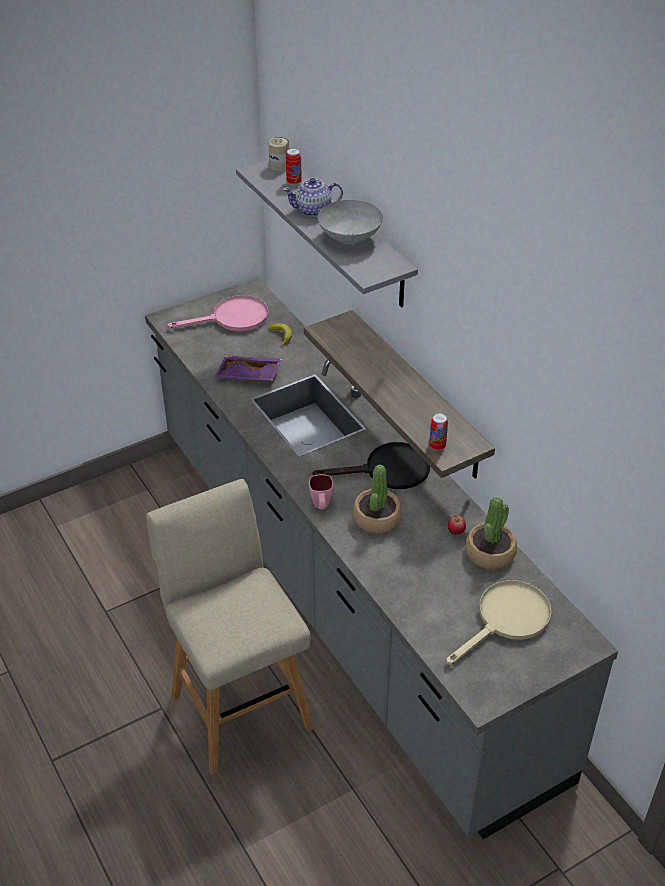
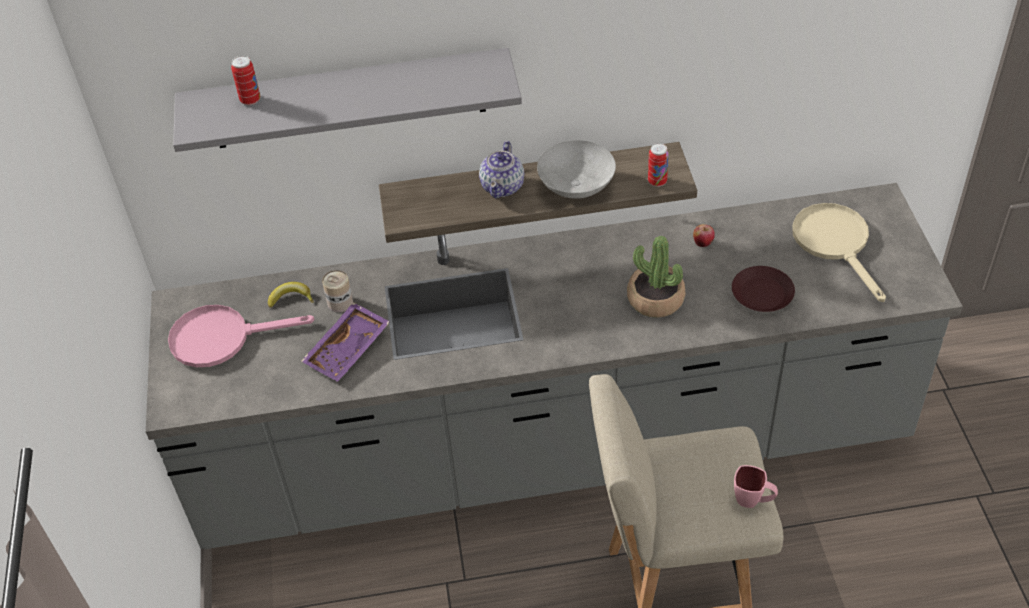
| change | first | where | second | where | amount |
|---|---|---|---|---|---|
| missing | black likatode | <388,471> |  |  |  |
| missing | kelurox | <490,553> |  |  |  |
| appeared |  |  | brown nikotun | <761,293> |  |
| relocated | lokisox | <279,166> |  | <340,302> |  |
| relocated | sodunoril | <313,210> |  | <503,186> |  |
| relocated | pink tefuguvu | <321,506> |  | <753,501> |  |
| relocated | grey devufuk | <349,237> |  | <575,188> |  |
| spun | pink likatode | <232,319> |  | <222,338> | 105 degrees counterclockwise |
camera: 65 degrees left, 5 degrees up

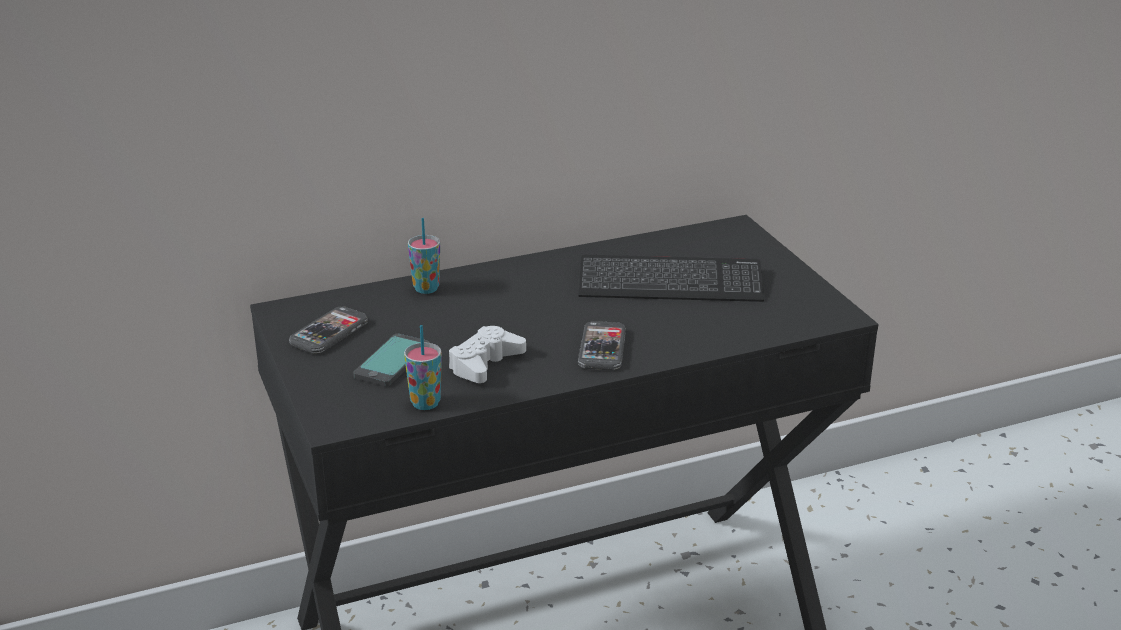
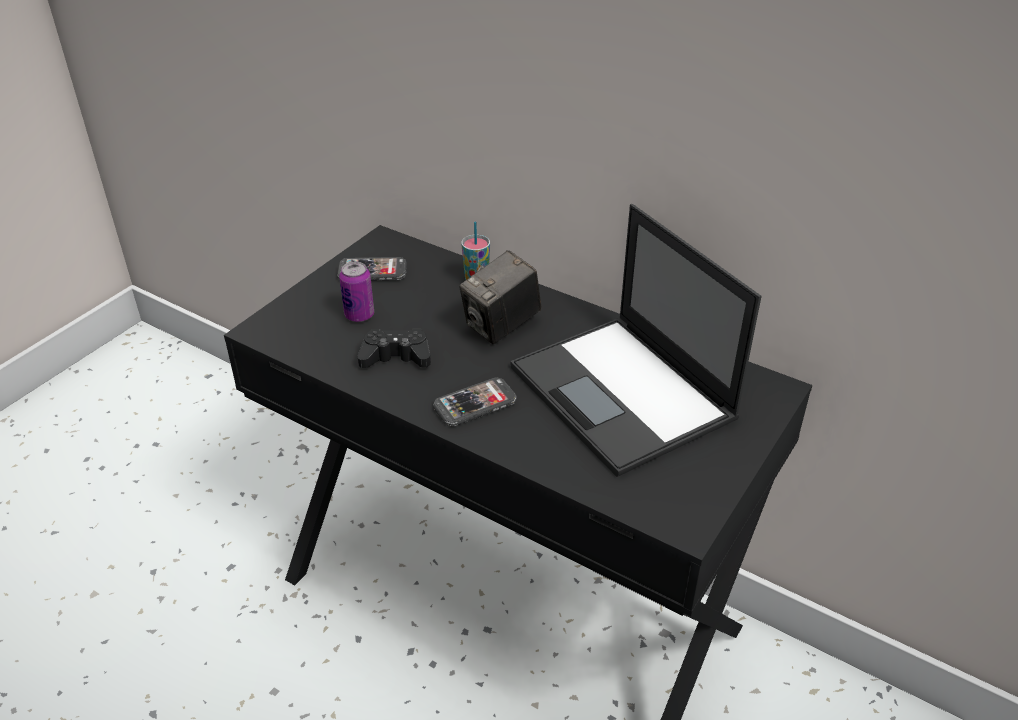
| change | first | where | second | where | amount |
|---|---|---|---|---|---|
| missing | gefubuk | <425,403> |  |  |  |
| appeared |  |  | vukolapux | <501,326> |  |
| exchanged | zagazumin | <392,361> | lokisox | <359,315> |  |
| exchanged | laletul | <670,283> | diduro | <623,394> |  |
| colour | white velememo | <485,363> | black velememo | <396,357> |  |
camera: 55 degrees right, 10 degrees up

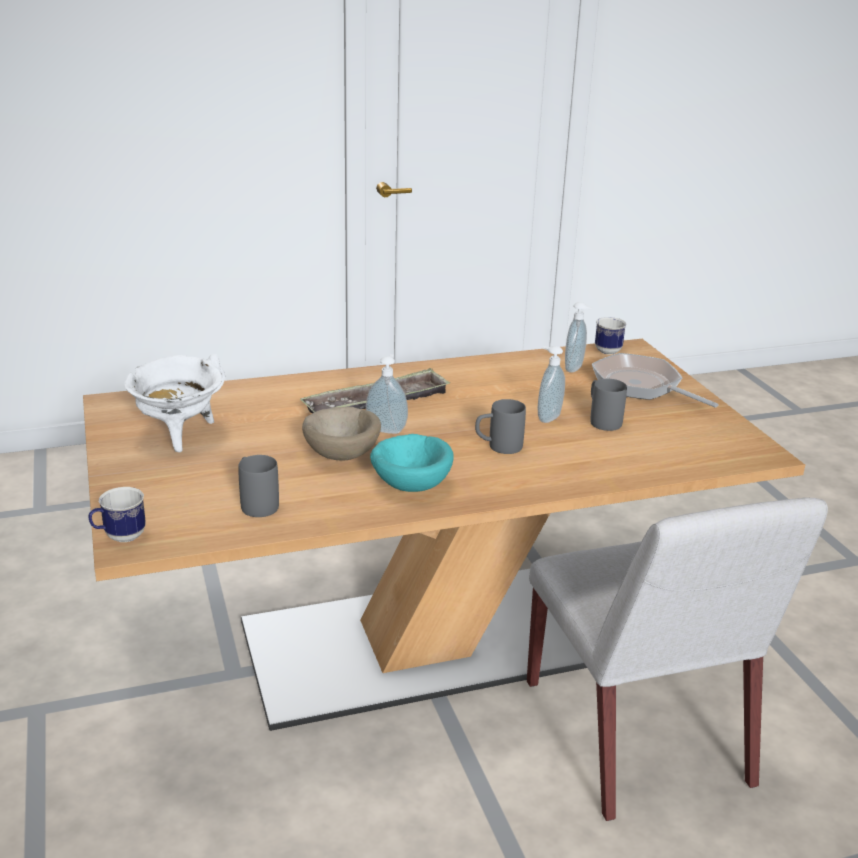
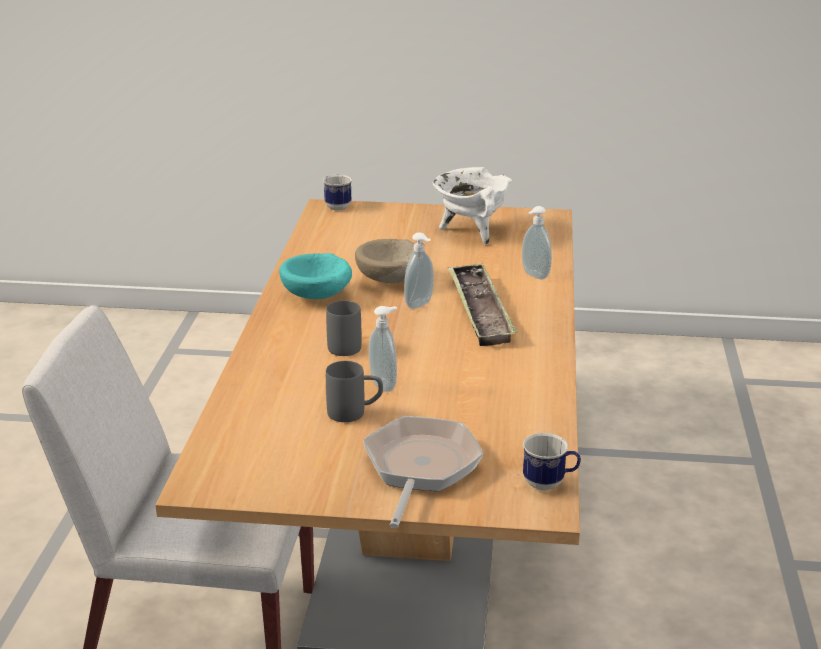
| change | first | where | second | where | amount |
|---|---|---|---|---|---|
| missing | grey tefuguvu | <256,503> |  |  |  |
| relocated | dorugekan | <575,369> |  | <534,275> |  |
| spun | likatode | <641,386> |  | <419,469> | 60 degrees counterclockwise |
camera: 115 degrees right, 0 degrees up

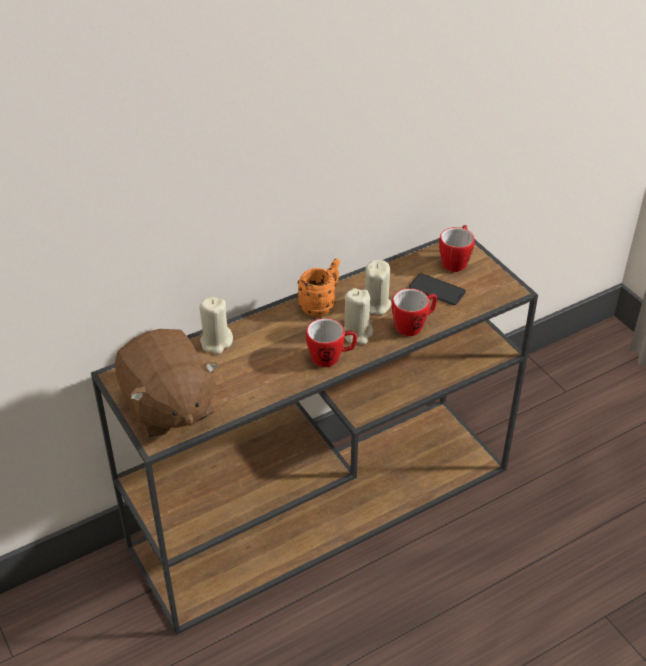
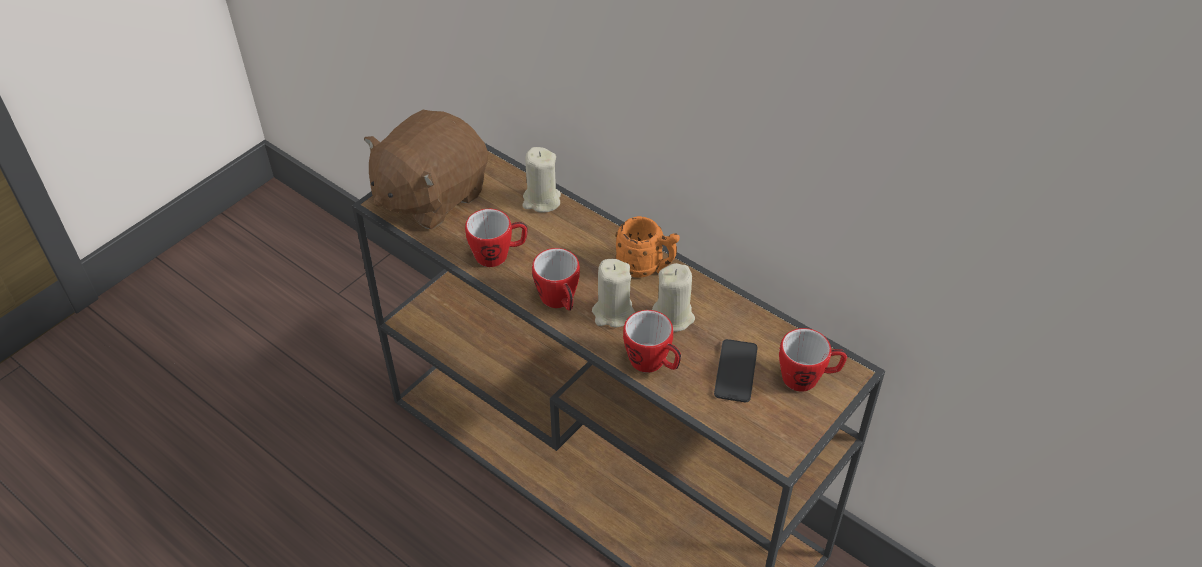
| change | first | where | second | where | amount |
|---|---|---|---|---|---|
| appeared |  |  | tefuguvu | <498,255> |  |
camera: 70 degrees right, 5 degrees up

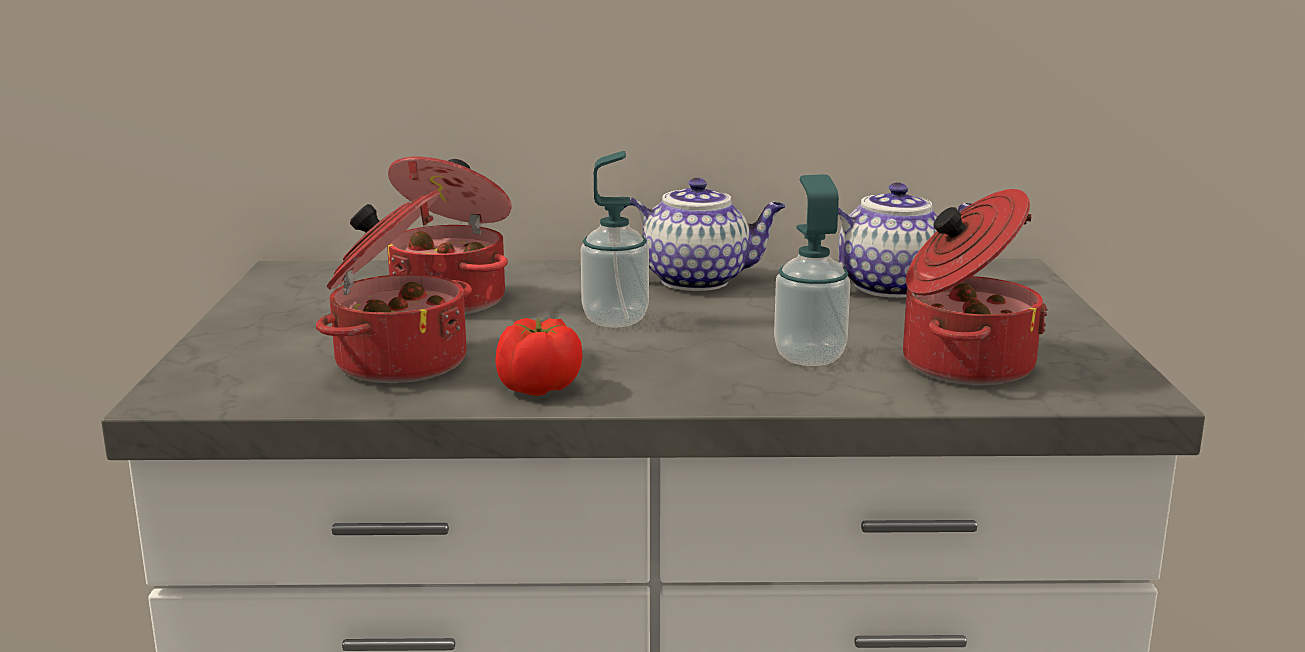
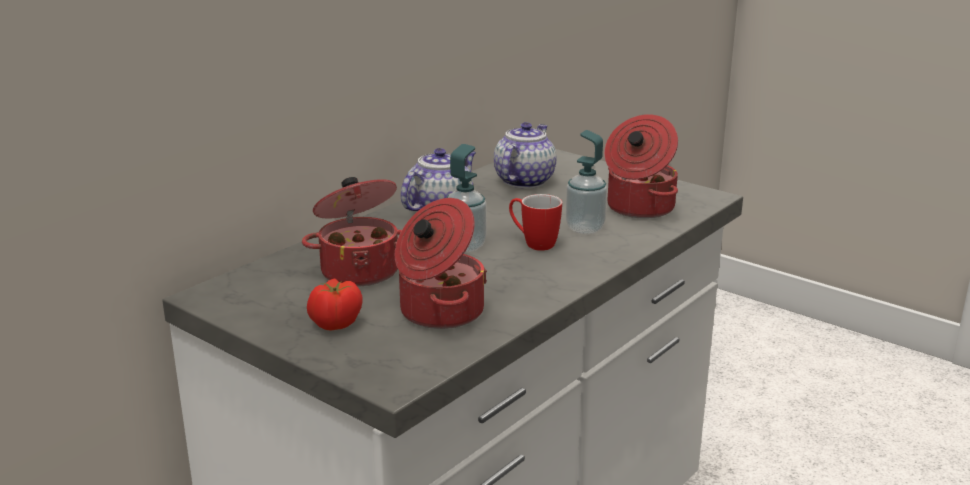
| change | first | where | second | where | amount |
|---|---|---|---|---|---|
| appeared |  |  | tefuguvu | <533,243> |  |
| relocated | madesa | <539,389> |  | <335,324> |  |
camera: 50 degrees left, 5 degrees up

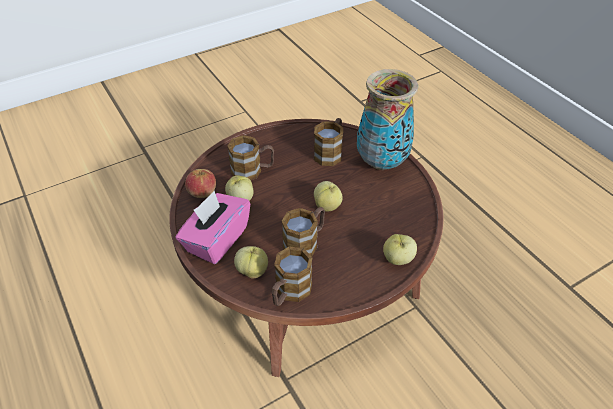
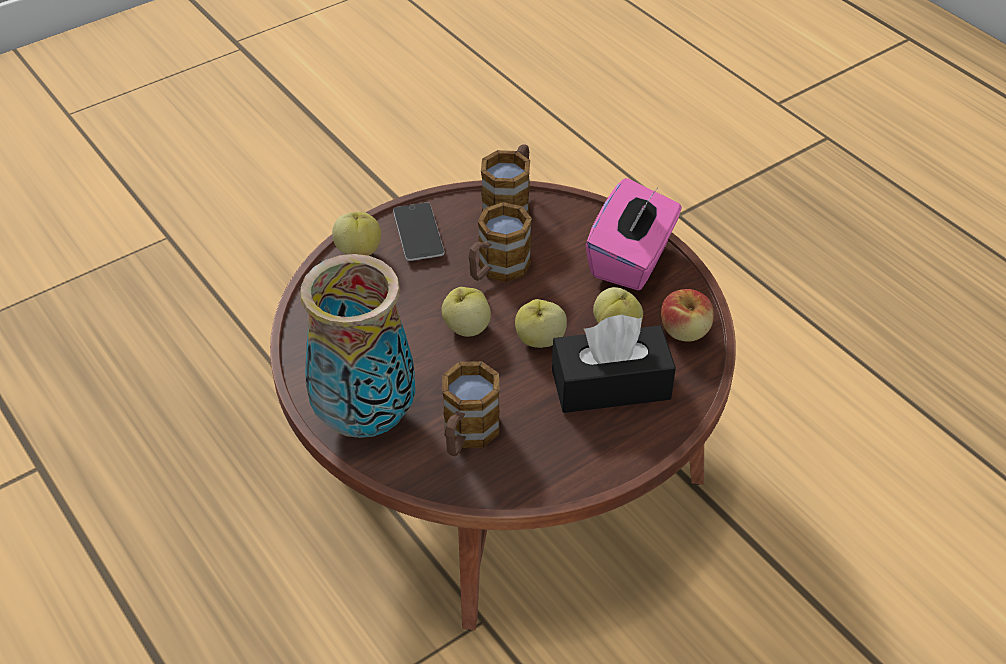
| change | first | where | second | where | amount |
|---|---|---|---|---|---|
| appeared |  |  | zagazumin | <418,232> |  |
| relocated | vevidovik | <252,271> |  | <539,340> |  |
| exchanged | tefuguvu | <252,171> | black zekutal | <610,385> |  |
camera: 175 degrees right, 0 degrees up

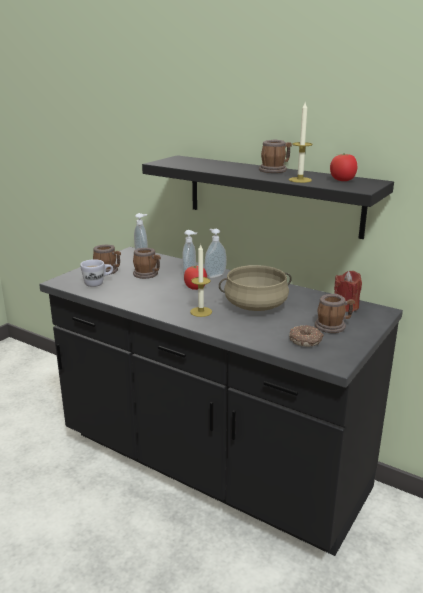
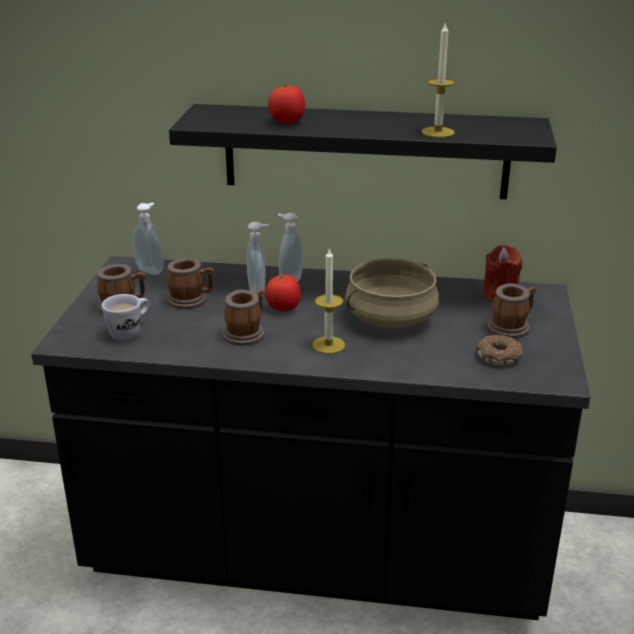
| change | first | where | second | where | amount |
|---|---|---|---|---|---|
| relocated | tefuguvu | <275,170> |  | <246,333> |  |
| relocated | madesa | <342,180> |  | <287,122> |  |
camera: 25 degrees left, 5 degrees up

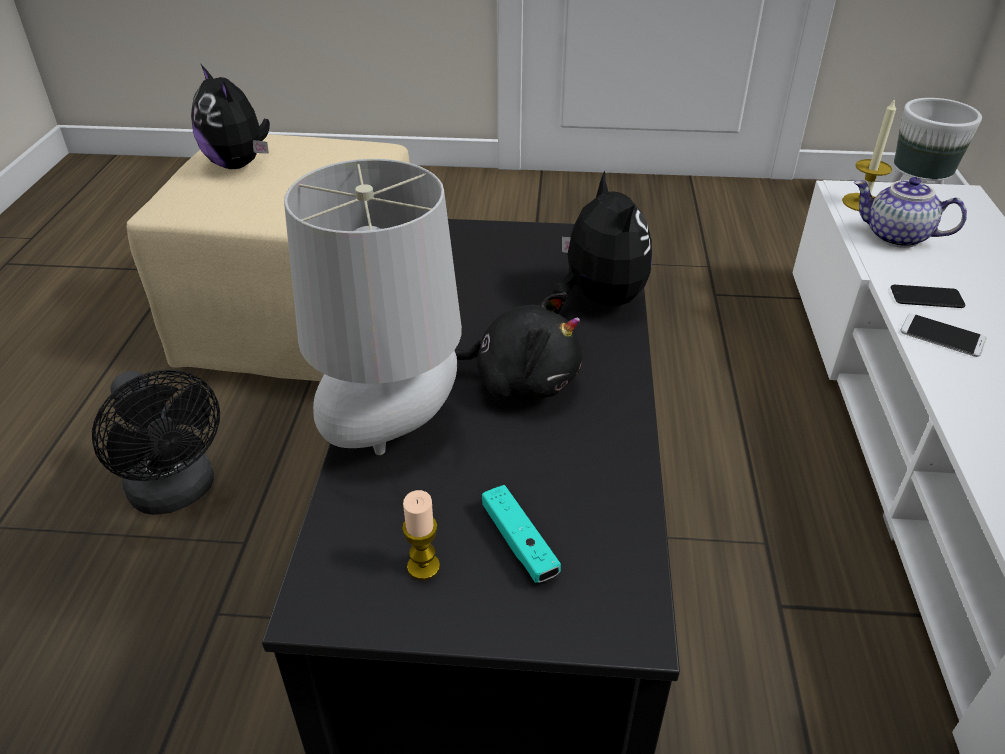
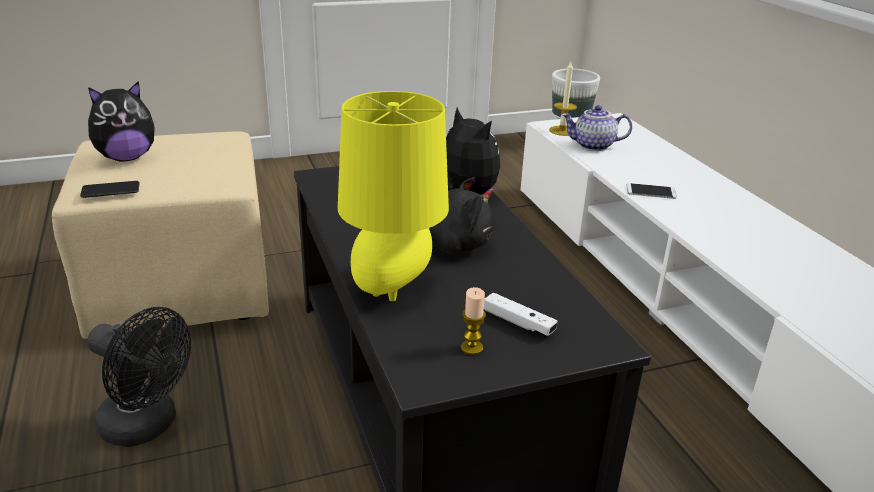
| change | first | where | second | where | amount |
|---|---|---|---|---|---|
| relocated | zagazumin | <926,297> |  | <110,190> |  |
| colour | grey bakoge | <392,435> | yellow bakoge | <393,289> |  |
| colour | turquoise velememo | <519,542> | white velememo | <518,322> |  |
| spun | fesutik | <239,164> |  | <127,158> | 60 degrees counterclockwise |
camera: 25 degrees left, 10 degrees down

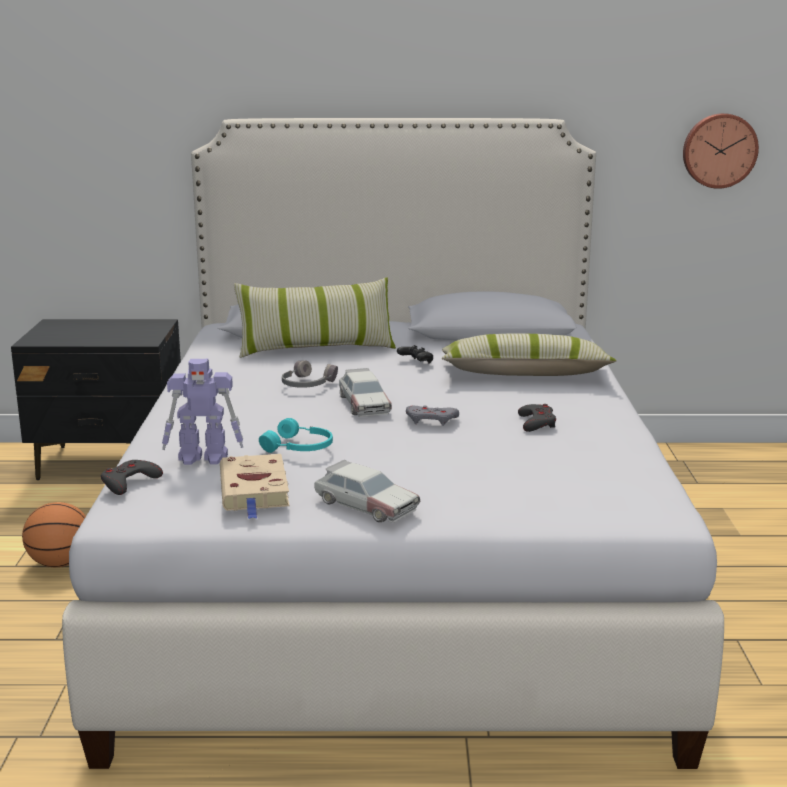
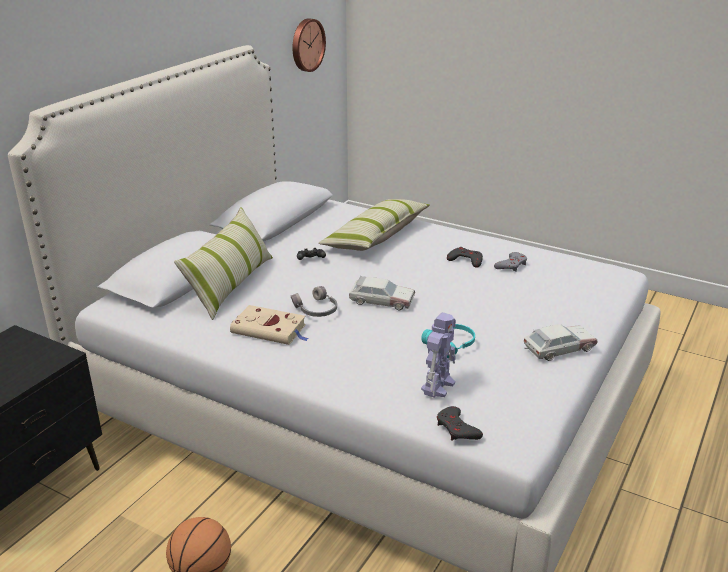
| change | first | where | second | where | amount |
|---|---|---|---|---|---|
| relocated | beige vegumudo | <255,490> |  | <271,330> |  |
| relocated | grey velememo | <431,420> |  | <511,265> |  |
camera: 60 degrees left, 10 degrees up

